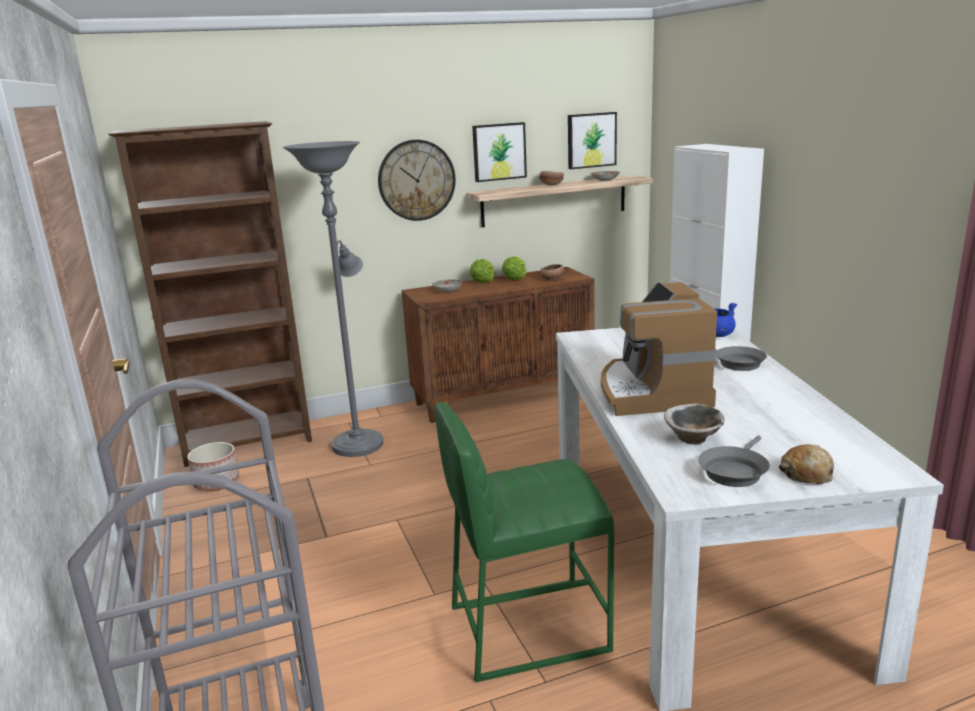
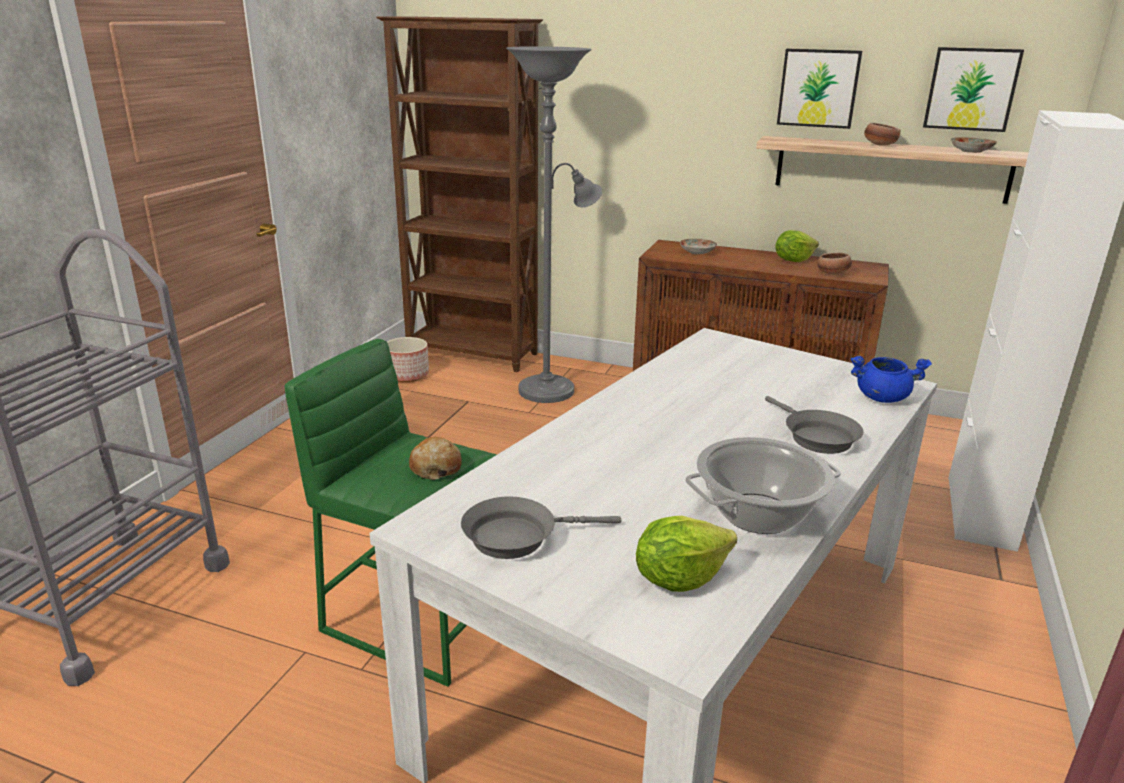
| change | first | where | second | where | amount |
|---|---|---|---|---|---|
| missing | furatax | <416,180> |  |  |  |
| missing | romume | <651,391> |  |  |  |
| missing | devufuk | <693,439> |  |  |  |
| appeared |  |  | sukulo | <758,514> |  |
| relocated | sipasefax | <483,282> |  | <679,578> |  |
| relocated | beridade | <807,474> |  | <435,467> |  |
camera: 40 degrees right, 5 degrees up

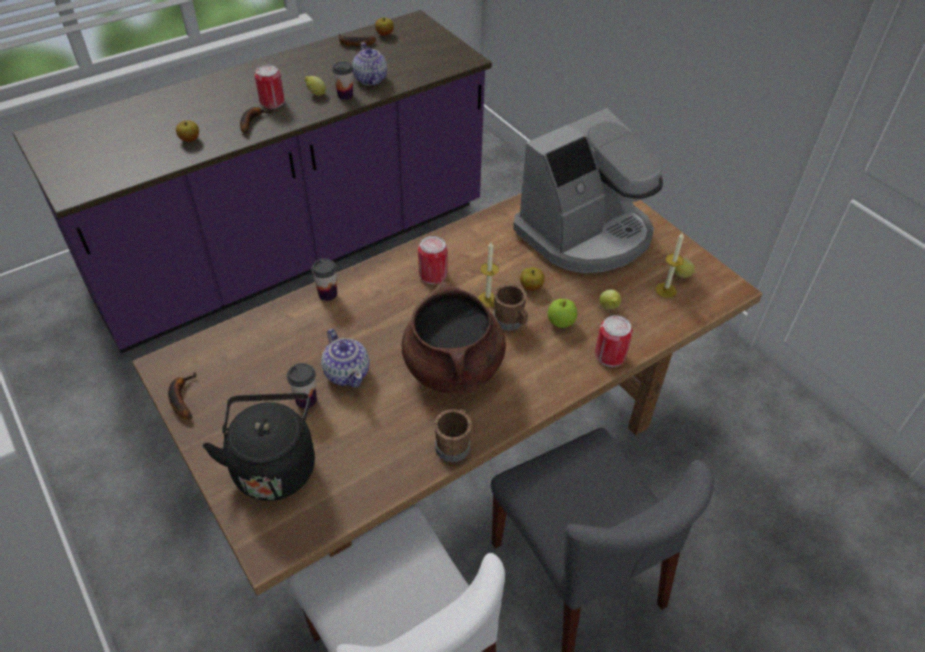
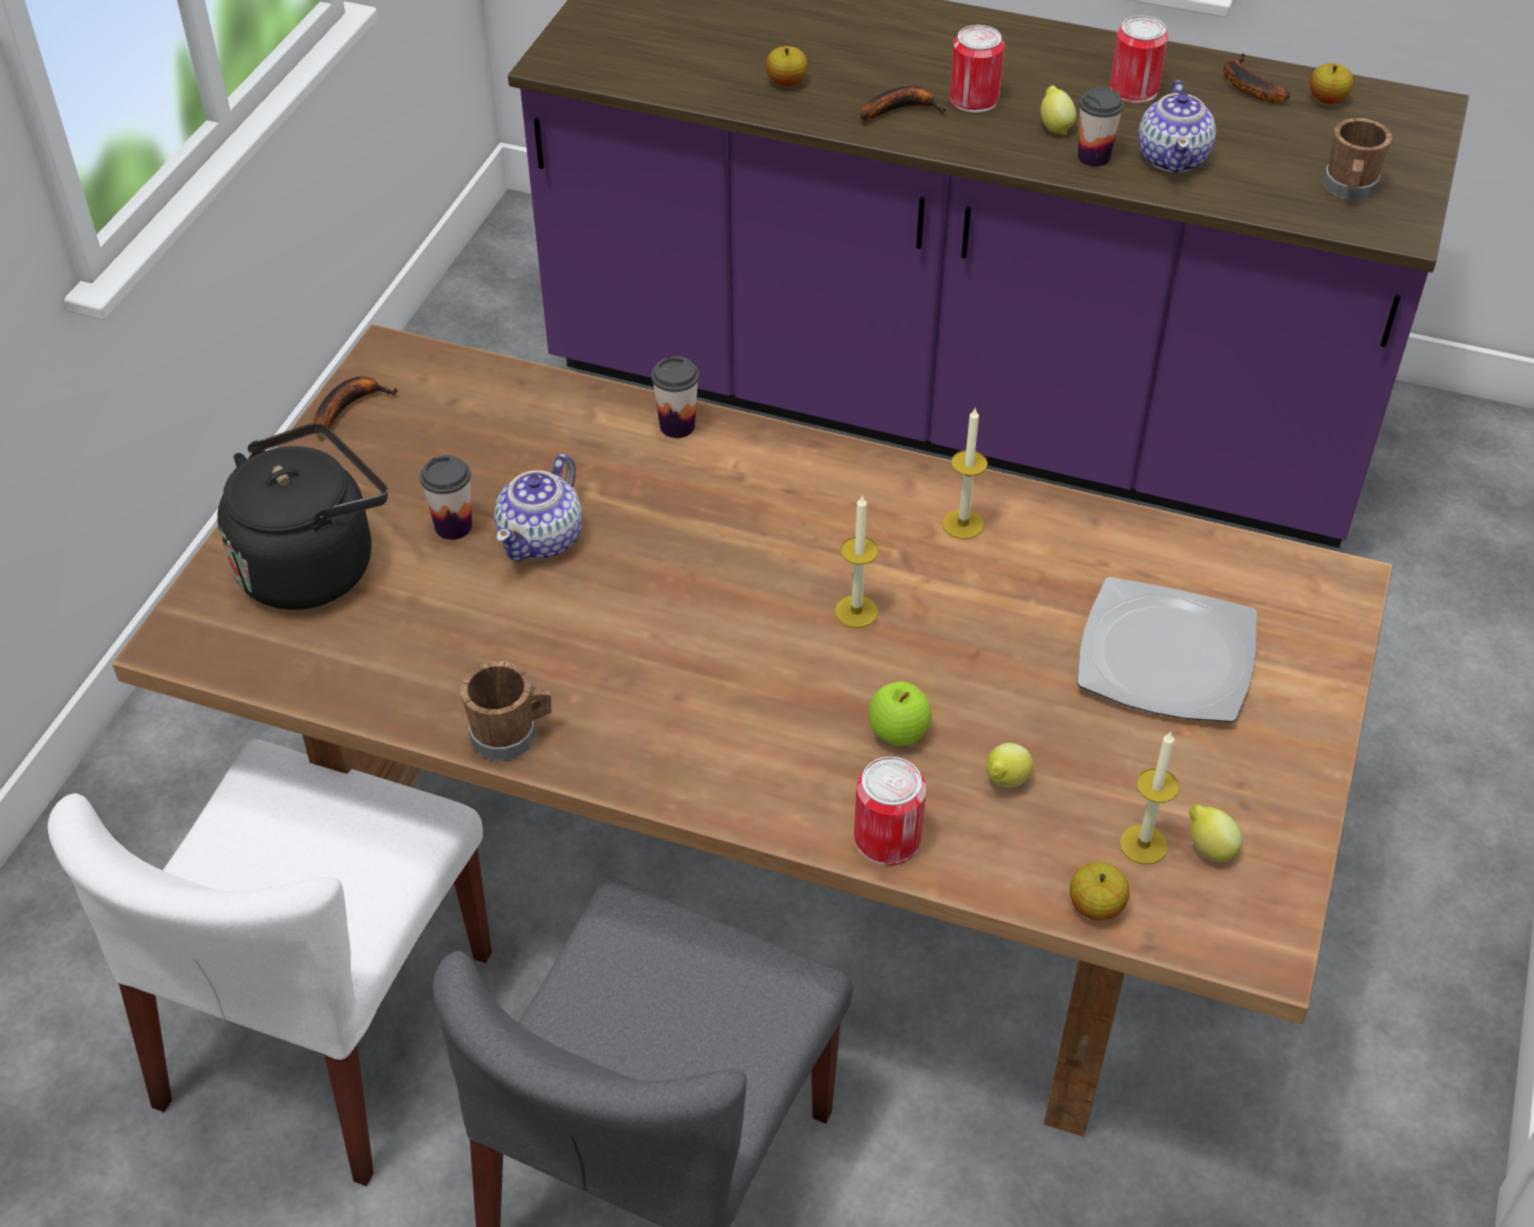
| change | first | where | second | where | amount |
|---|---|---|---|---|---|
| missing | brown sukulo | <453,368> |  |  |  |
| appeared |  |  | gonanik | <963,524> |  |
| relocated | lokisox | <433,274> |  | <1133,90> |  |
| relocated | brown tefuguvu | <510,322> |  | <1349,189> |  |
| relocated | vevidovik | <531,287> |  | <1096,906> |  |
| exchanged | romume | <585,234> | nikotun | <1168,656> |  |
| spun | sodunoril | <370,79> |  | <1173,157> | 150 degrees clockwise |
camera: 55 degrees right, 0 degrees up

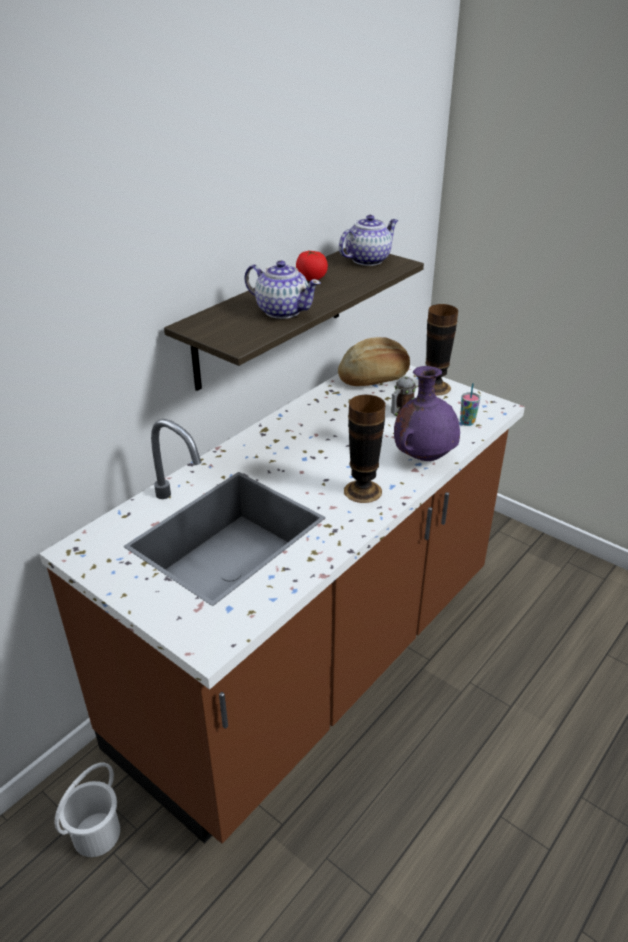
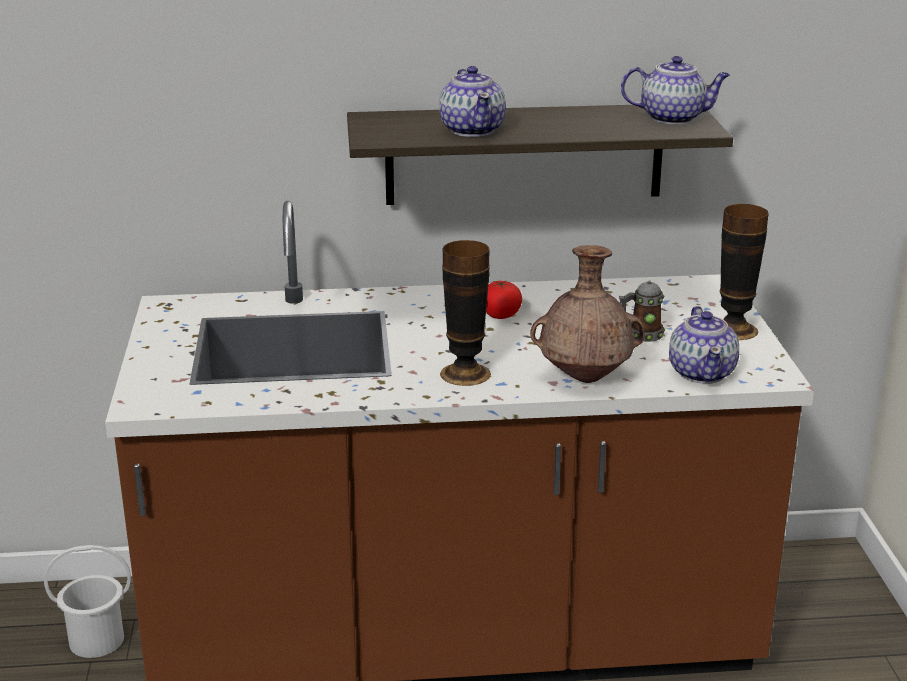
| change | first | where | second | where | amount |
|---|---|---|---|---|---|
| missing | beridade | <374,378> |  |  |  |
| relocated | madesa | <311,278> |  | <501,315> |  |
| exchanged | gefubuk | <467,422> | sodunoril | <702,372> |  |
| colour | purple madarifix | <424,457> | brown madarifix | <586,377> |  |
camera: 45 degrees right, 10 degrees down

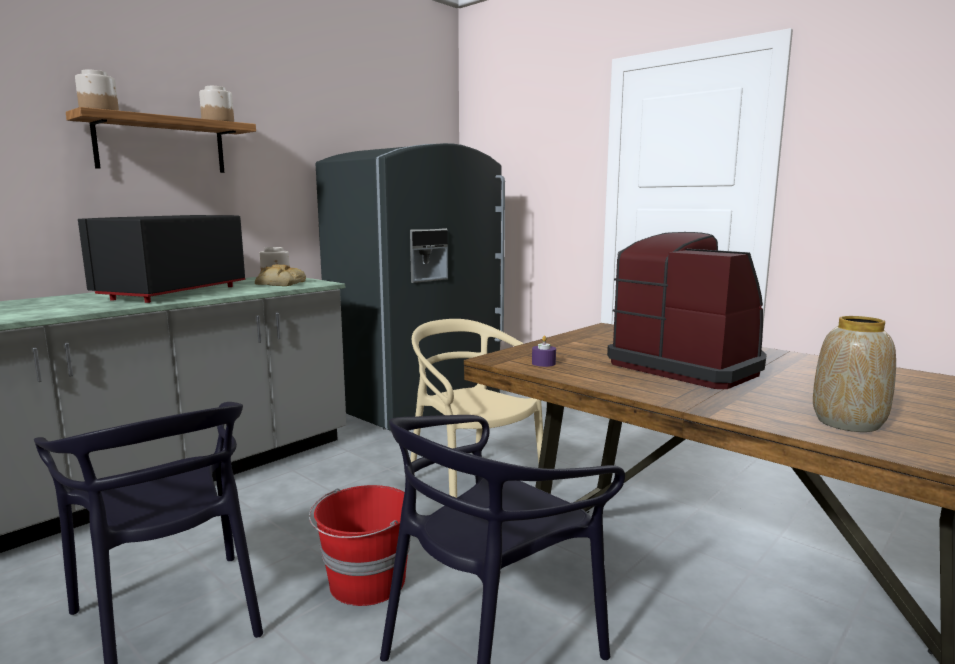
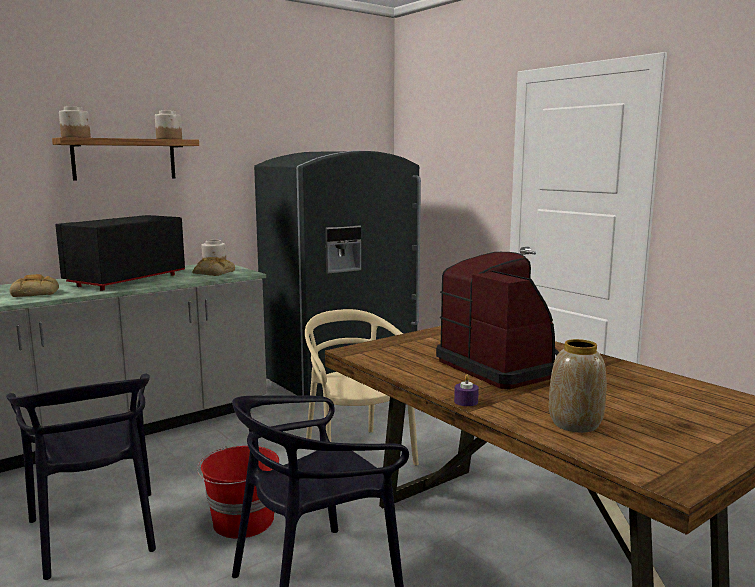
| change | first | where | second | where | amount |
|---|---|---|---|---|---|
| appeared |  |  | beridade | <36,293> |  |
| relocated | purple gonanik | <543,363> |  | <466,401> |  |
camera: 10 degrees right, 0 degrees up

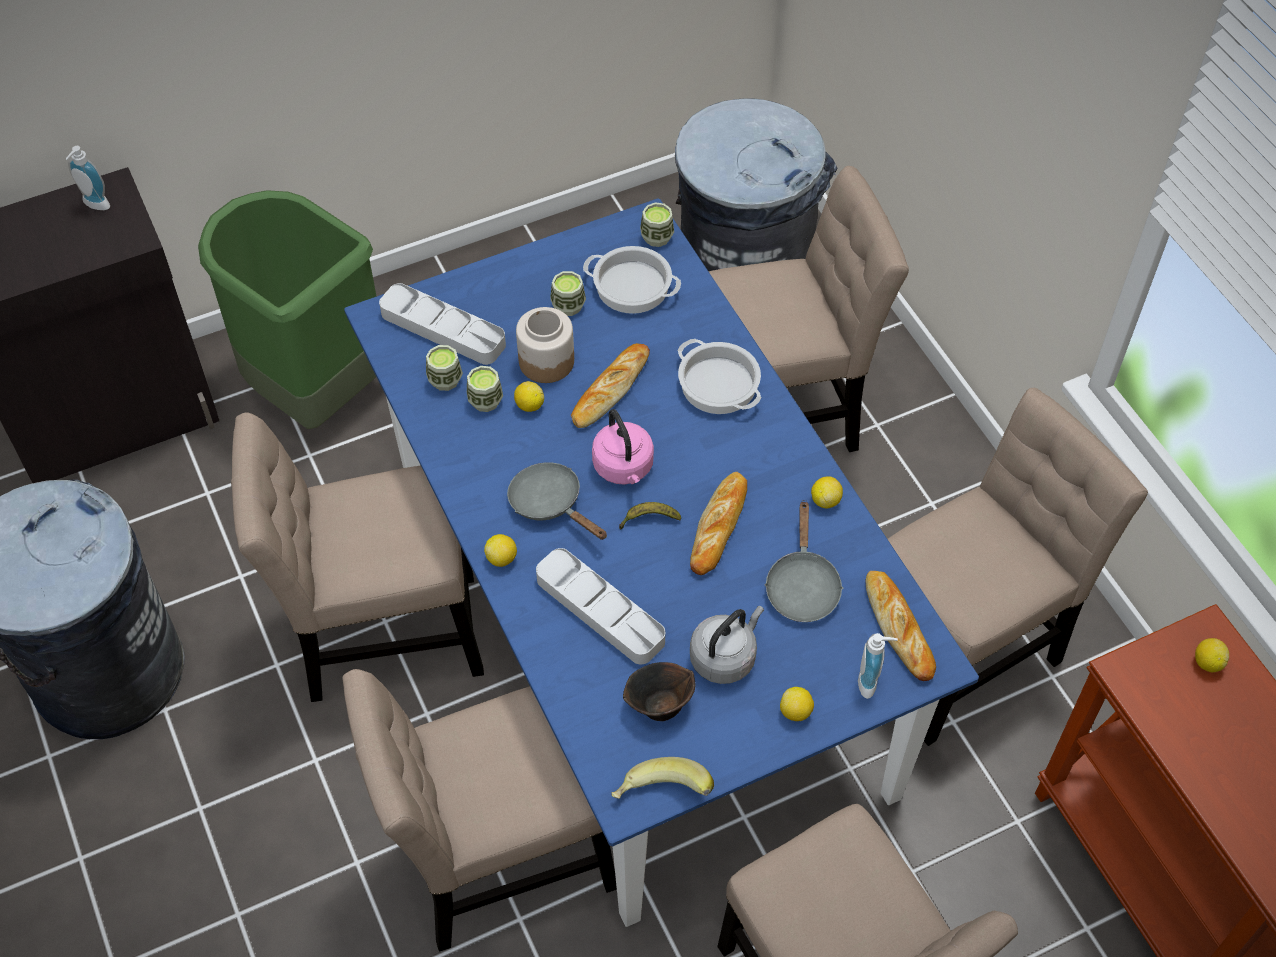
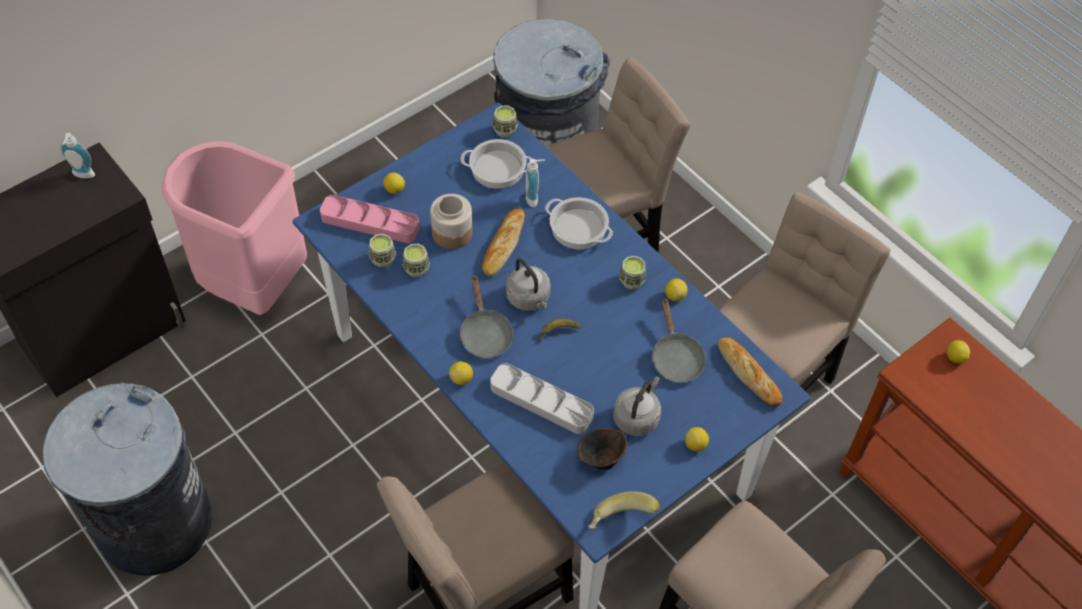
| change | first | where | second | where | amount |
|---|---|---|---|---|---|
| missing | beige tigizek | <381,635> |  |  |  |
| missing | beridade | <719,526> |  |  |  |
| relocated | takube | <529,405> |  | <394,189> |  |
| relocated | gefubuk | <568,306> |  | <631,281> |  |
| relocated | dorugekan | <871,682> |  | <534,198> |  |
| colour | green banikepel | <314,391> | pink banikepel | <252,286> |  |
| colour | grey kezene | <443,329> | pink kezene | <370,222> |  |
| colour | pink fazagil | <624,468> | grey fazagil | <529,299> |  |
| spun | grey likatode | <550,504> |  | <485,334> | 135 degrees counterclockwise |
camera: 15 degrees left, 0 degrees up

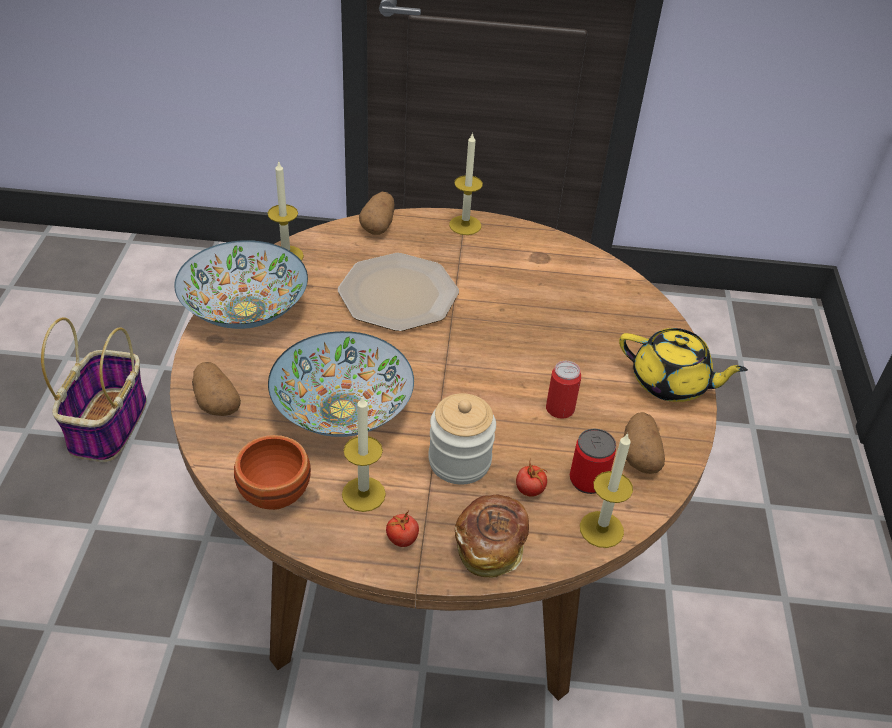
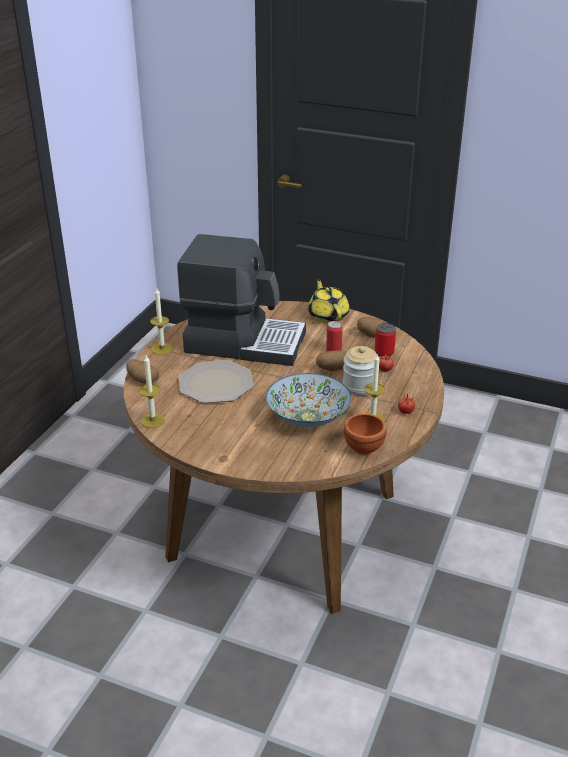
| change | first | where | second | where | amount |
|---|---|---|---|---|---|
| missing | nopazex | <108,424> |  |  |  |
| missing | devufuk | <246,310> |  |  |  |
| missing | beridade | <490,546> |  |  |  |
| missing | gonanik | <601,529> |  |  |  |
| appeared |  |  | romume | <244,341> |  |
| relocated | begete | <216,402> |  | <333,369> |  |
| spun | yellow sodunoril | <671,383> |  | <328,315> | 60 degrees counterclockwise |
camera: 70 degrees left, 10 degrees down

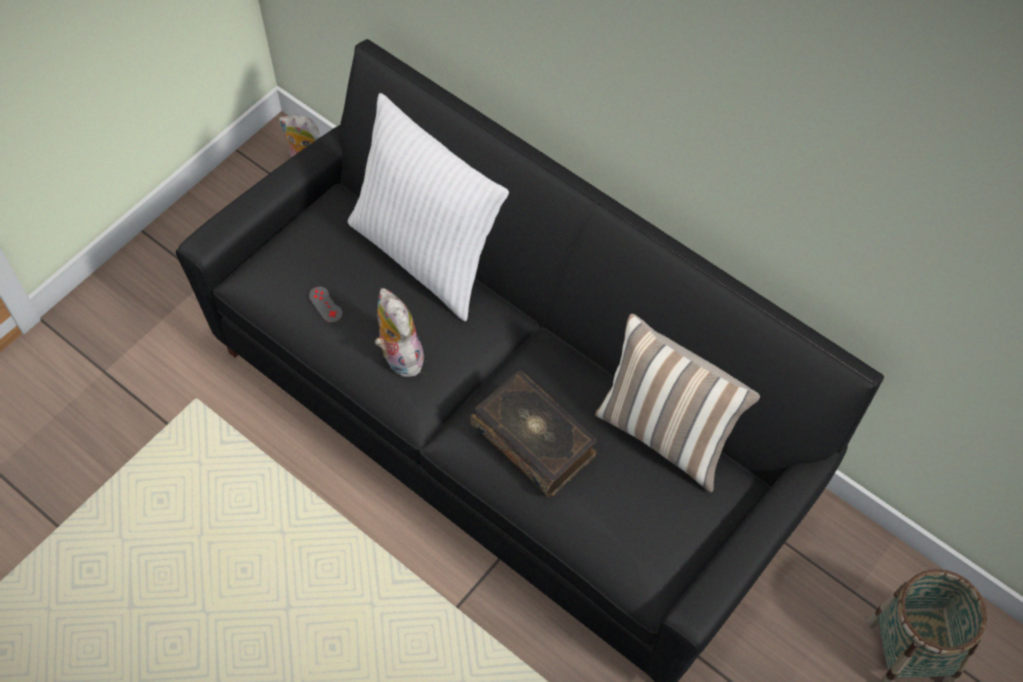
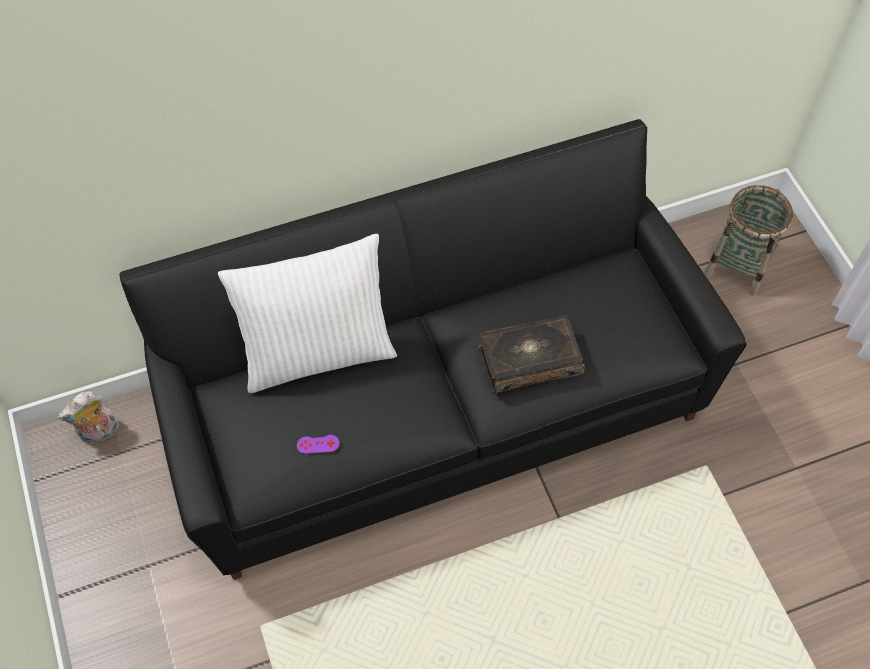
| change | first | where | second | where | amount |
|---|---|---|---|---|---|
| missing | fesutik | <399,356> |  |  |  |
| missing | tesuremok | <666,434> |  |  |  |
| colour | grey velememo | <325,305> | purple velememo | <318,444> |  |
camera: 60 degrees left, 0 degrees up

